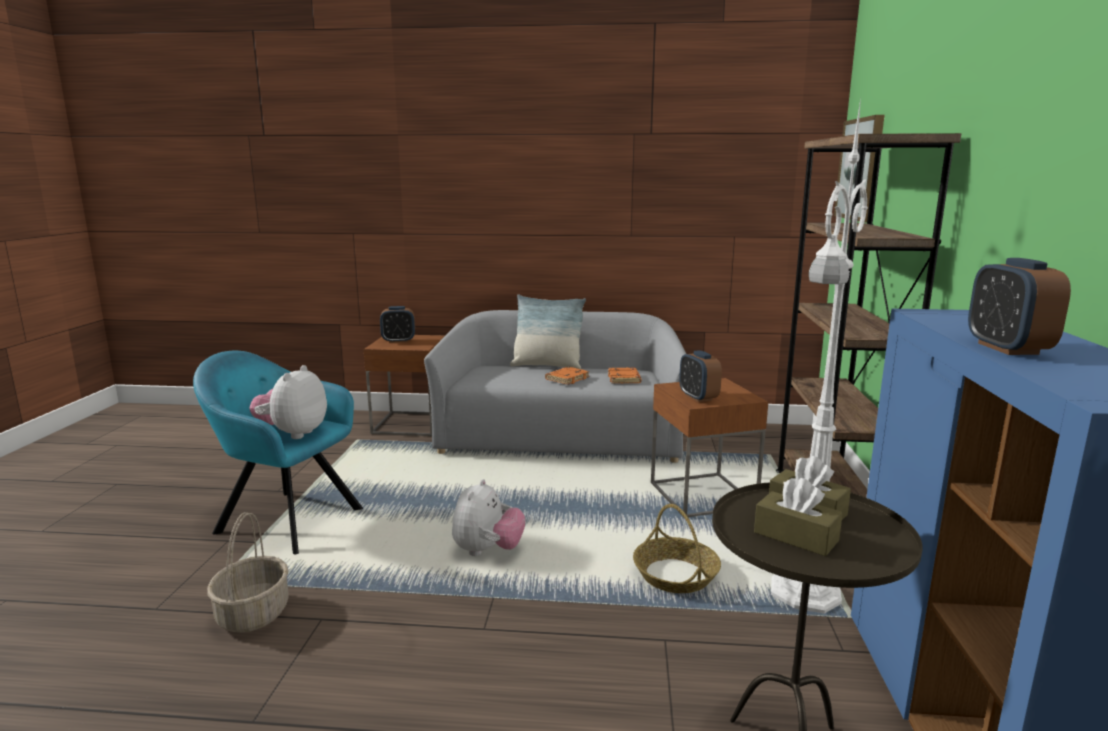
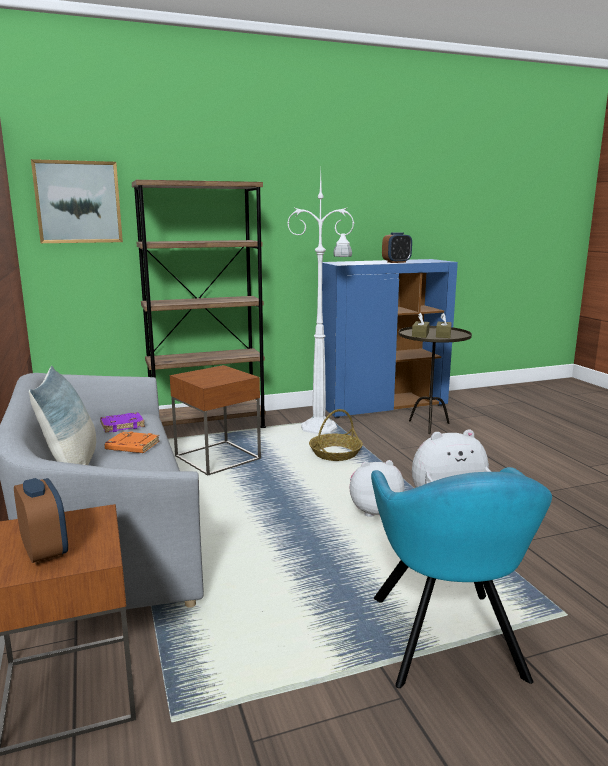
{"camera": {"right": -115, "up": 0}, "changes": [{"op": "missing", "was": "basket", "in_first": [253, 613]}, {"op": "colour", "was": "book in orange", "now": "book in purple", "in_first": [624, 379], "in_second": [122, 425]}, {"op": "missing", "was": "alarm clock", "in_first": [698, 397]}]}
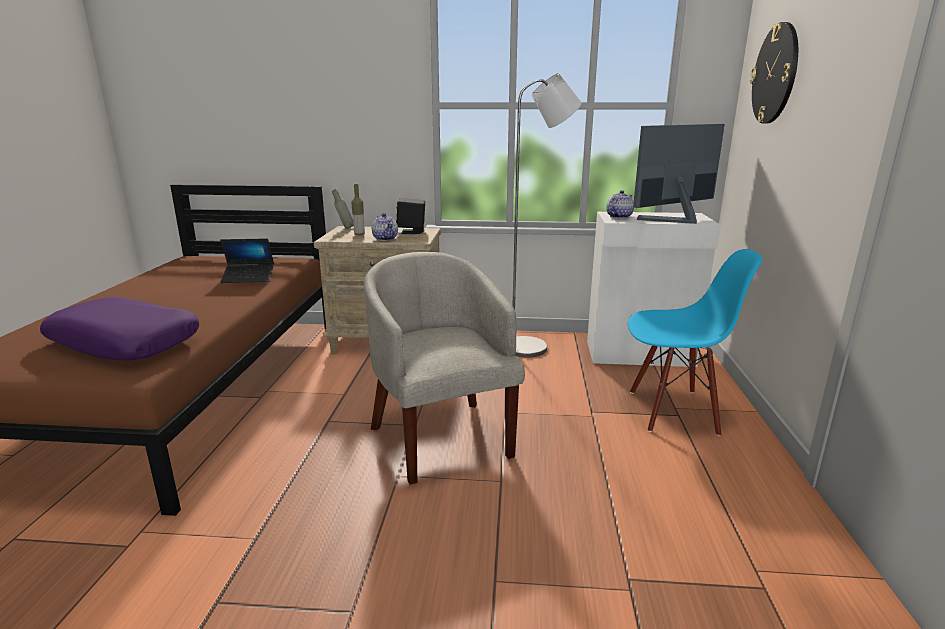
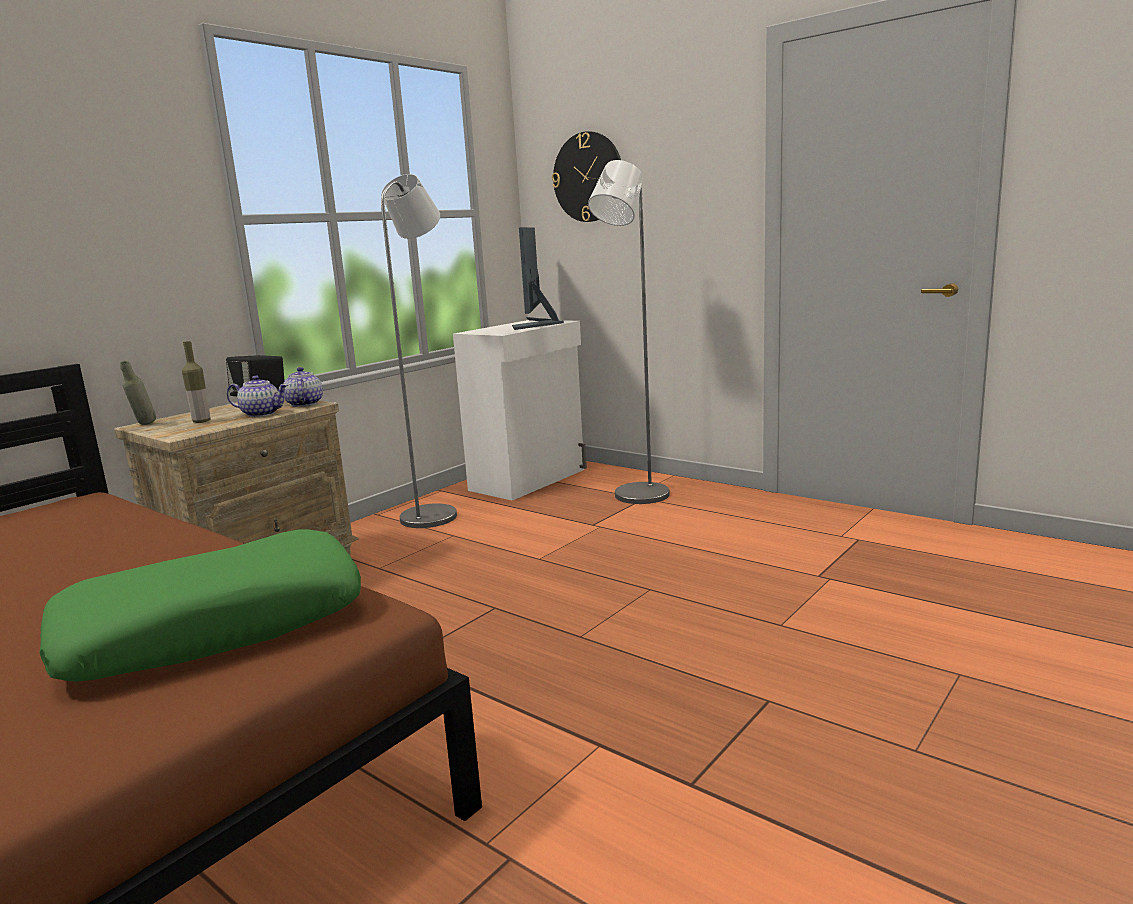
{"camera": {"right": -55, "up": -5}, "changes": [{"op": "colour", "was": "pillow in purple", "now": "pillow in green", "in_first": [125, 342], "in_second": [215, 627]}, {"op": "missing", "was": "laptop", "in_first": [248, 278]}, {"op": "missing", "was": "armchair in beige", "in_first": [440, 437]}, {"op": "relocated", "was": "teapot", "in_first": [618, 216], "in_second": [304, 404]}, {"op": "exchanged", "was": "chair in blue", "now": "floor lamp in grey", "in_first": [673, 411], "in_second": [636, 498]}]}
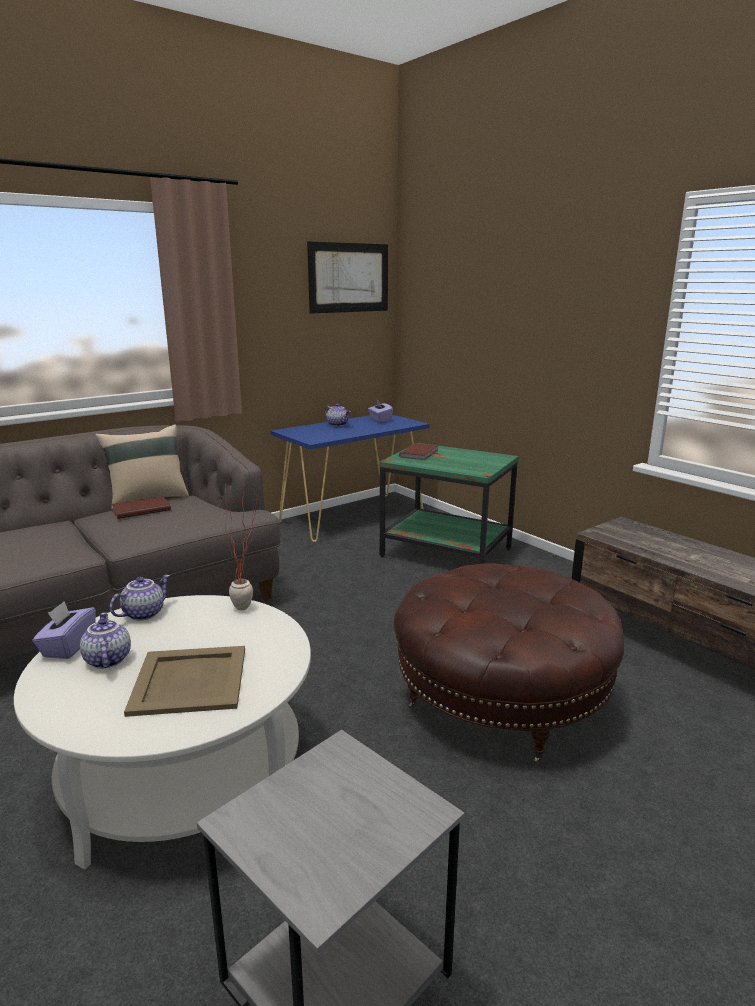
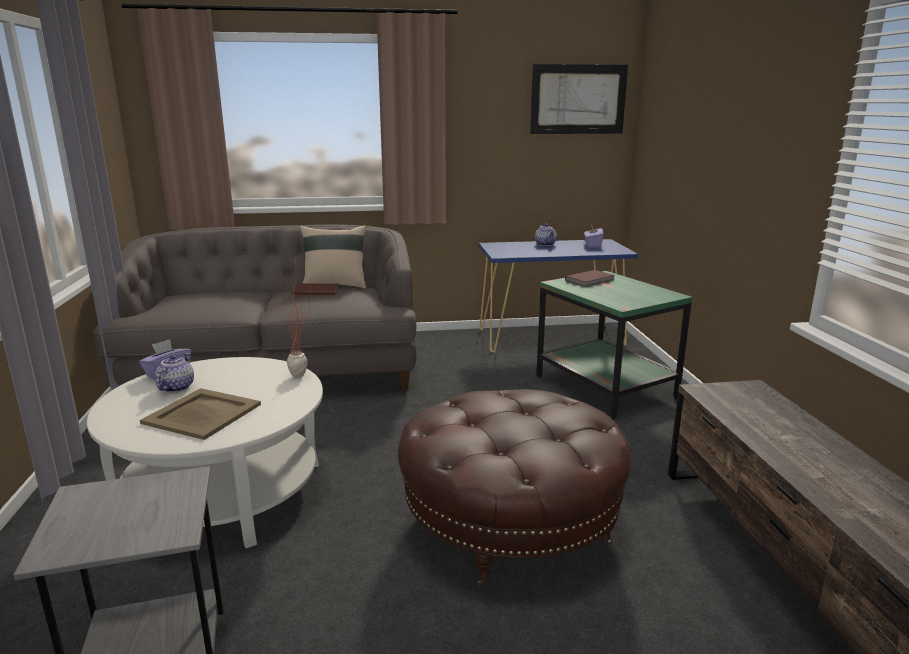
{"camera": {"right": 30, "up": 0}, "changes": [{"op": "missing", "was": "teapot", "in_first": [143, 613]}]}
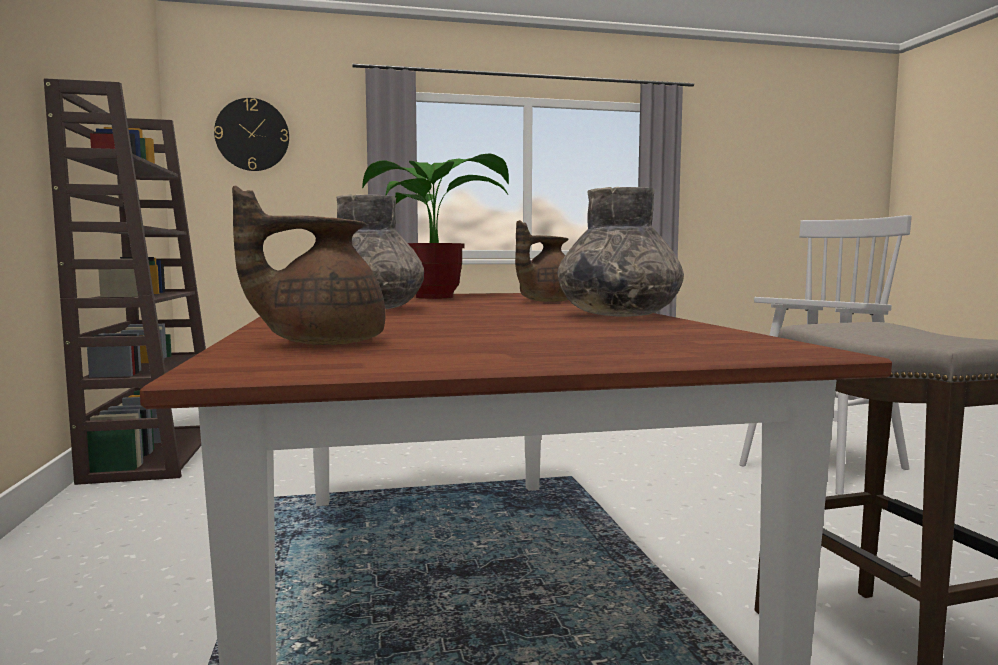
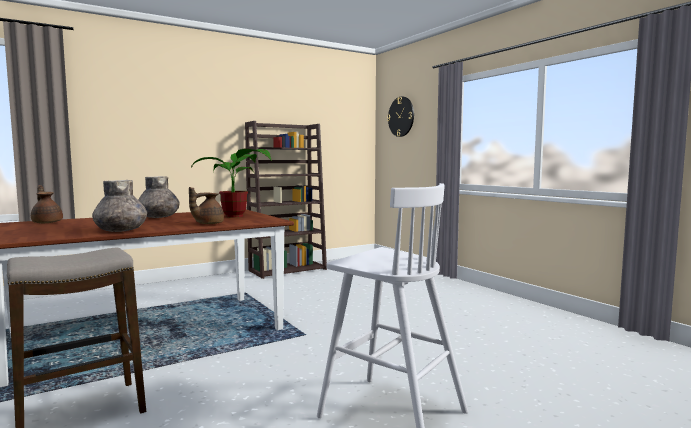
{"camera": {"right": 70, "up": 0}, "changes": [{"op": "spun", "was": "teapot in brown", "in_first": [545, 301], "in_second": [207, 224], "clockwise": -75}]}
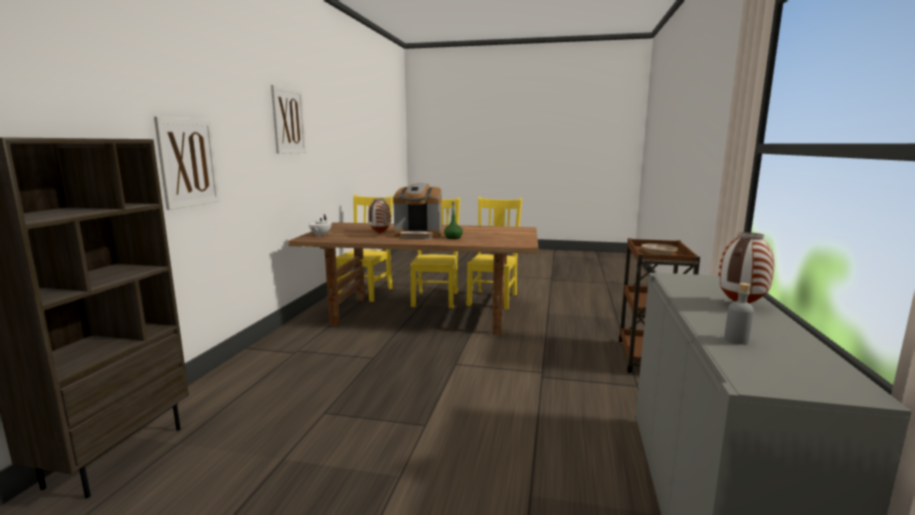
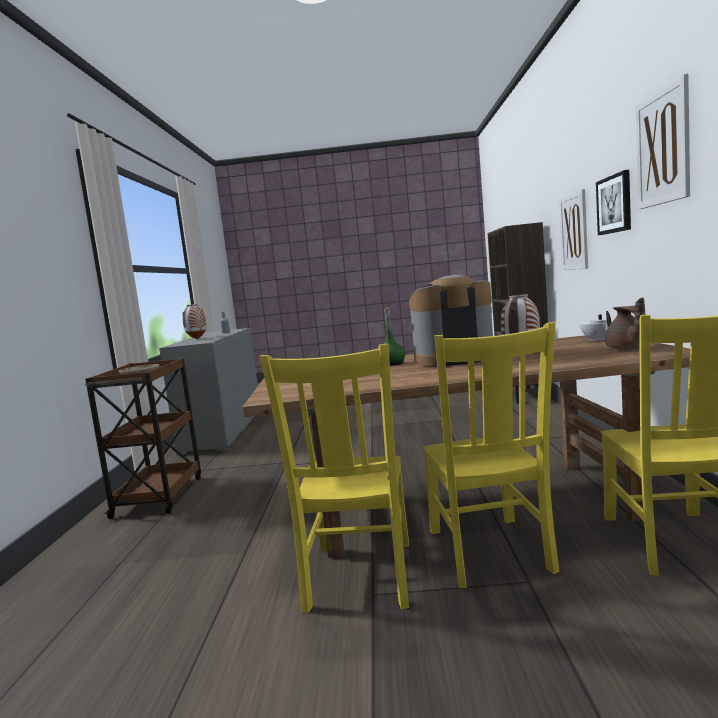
{"camera": {"right": 170, "up": -5}, "changes": [{"op": "appeared", "now": "picture", "in_second": [615, 204]}, {"op": "appeared", "now": "teapot in brown", "in_second": [627, 349]}]}
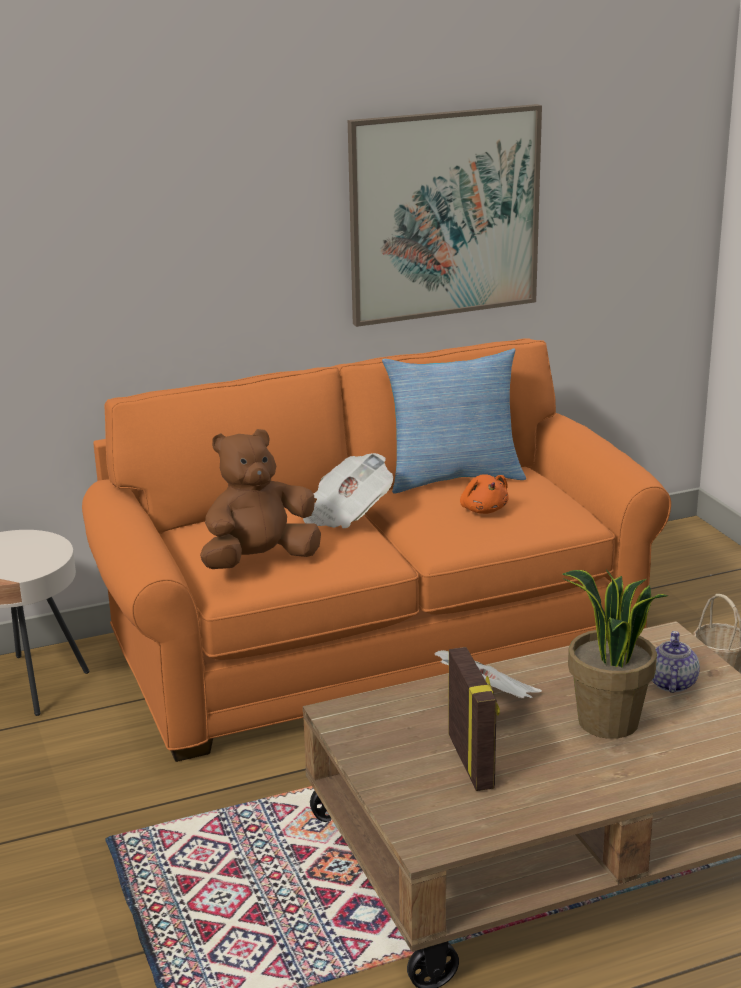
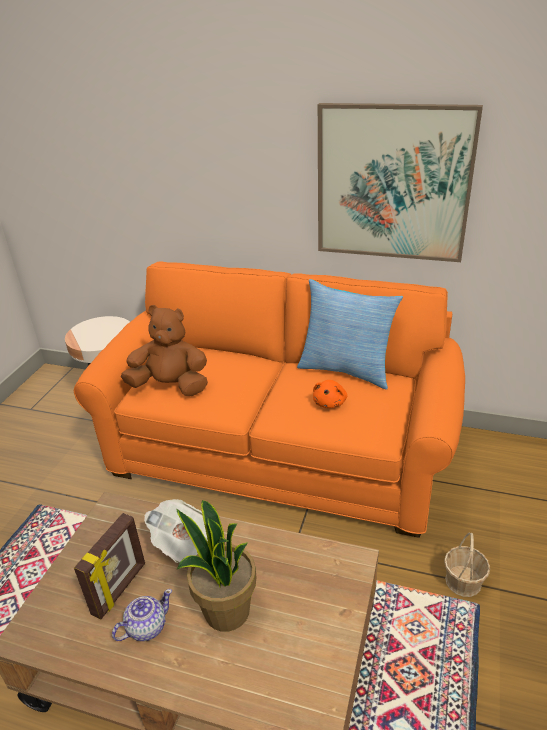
{"camera": {"right": 40, "up": 10}, "changes": [{"op": "missing", "was": "newspaper", "in_first": [347, 514]}, {"op": "relocated", "was": "teapot", "in_first": [671, 683], "in_second": [146, 627]}]}
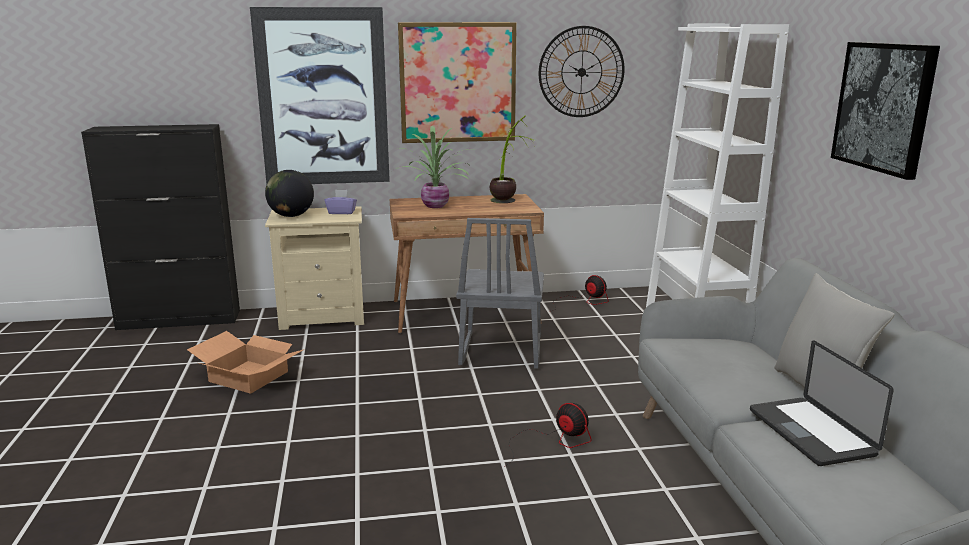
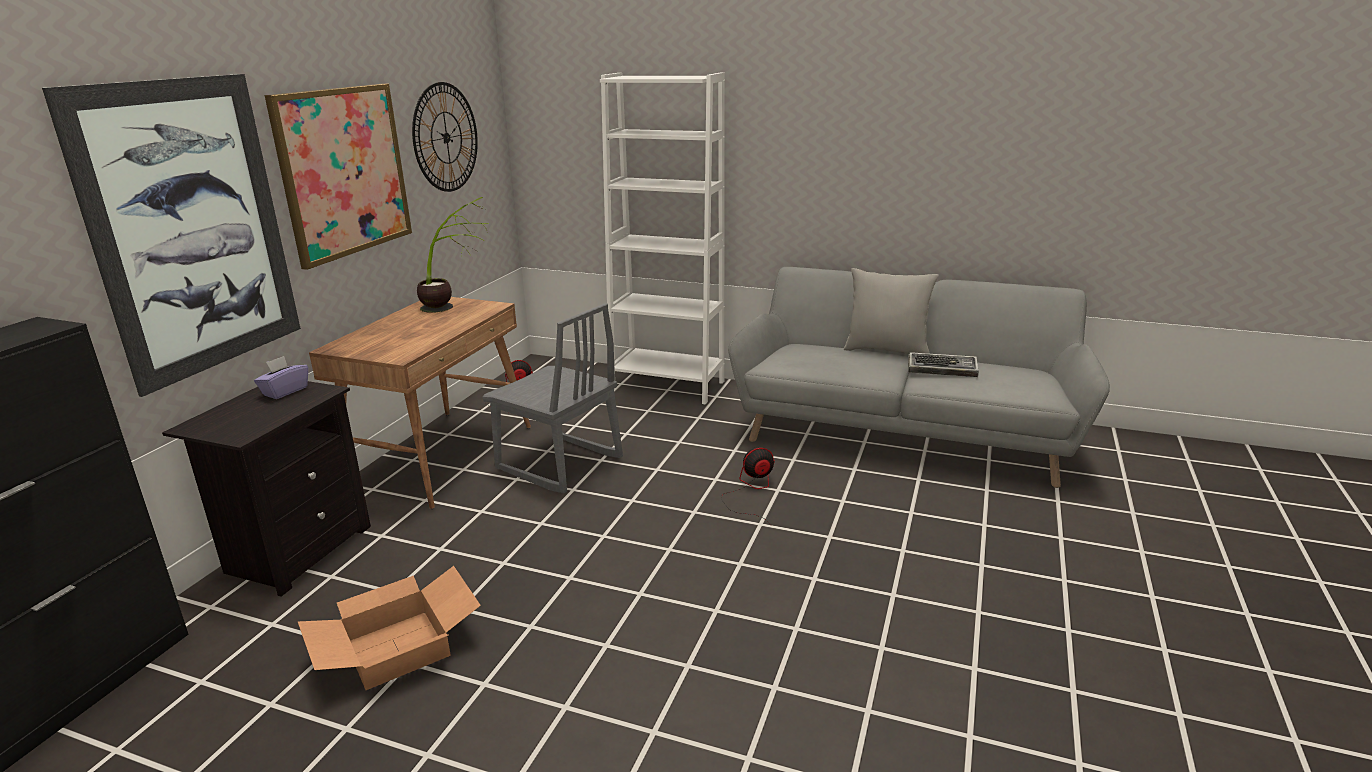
{"camera": {"right": -60, "up": 5}, "changes": [{"op": "missing", "was": "globe", "in_first": [291, 216]}, {"op": "colour", "was": "nightstand in beige", "now": "nightstand in black", "in_first": [323, 316], "in_second": [296, 550]}, {"op": "missing", "was": "potted plant", "in_first": [437, 206]}, {"op": "exchanged", "was": "laptop", "now": "keyboard", "in_first": [811, 432], "in_second": [942, 369]}, {"op": "missing", "was": "picture", "in_first": [883, 107]}]}
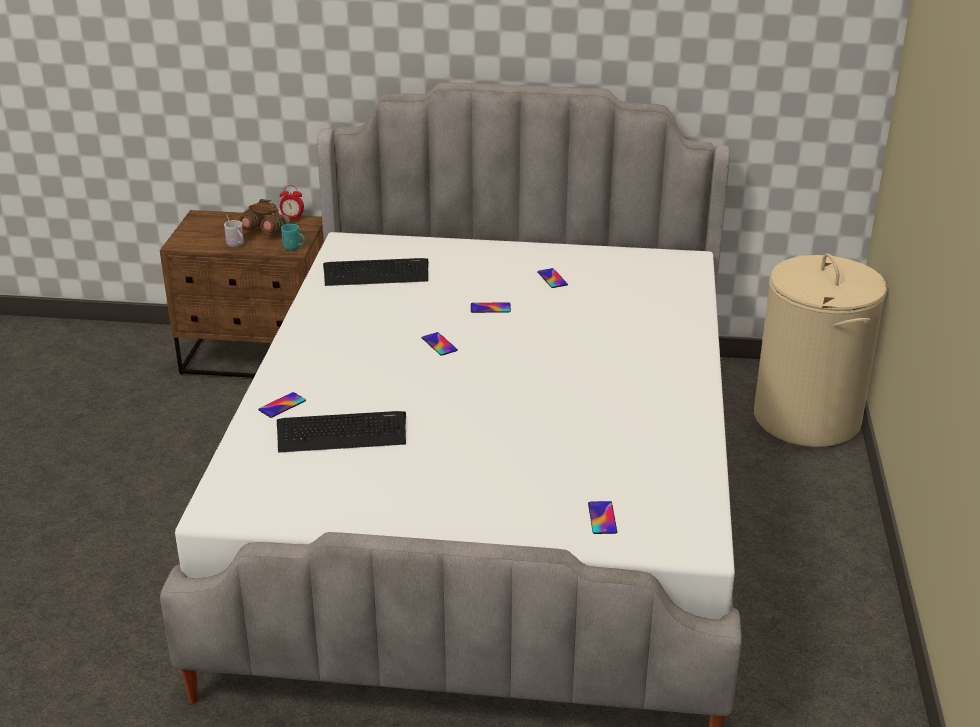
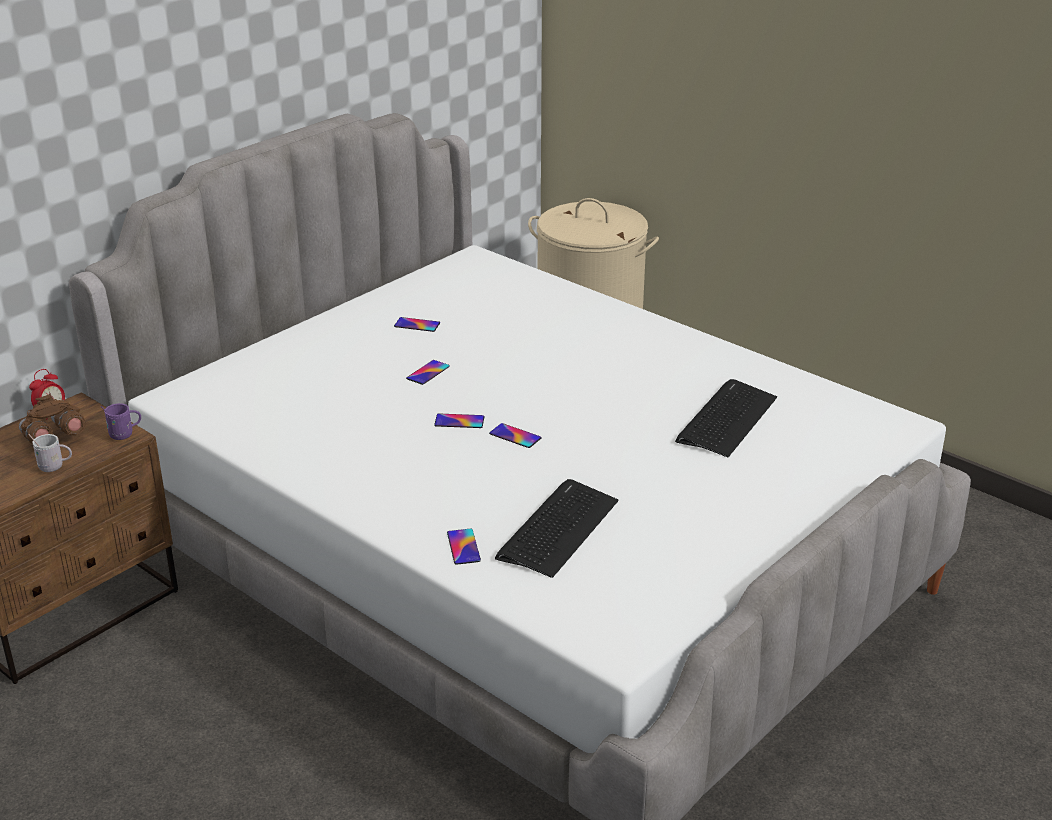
{"camera": {"right": -55, "up": 0}, "changes": [{"op": "colour", "was": "mug in turquoise", "now": "mug in purple", "in_first": [294, 248], "in_second": [125, 434]}, {"op": "relocated", "was": "keyboard", "in_first": [376, 273], "in_second": [726, 419]}, {"op": "relocated", "was": "phone", "in_first": [602, 518], "in_second": [515, 436]}]}
